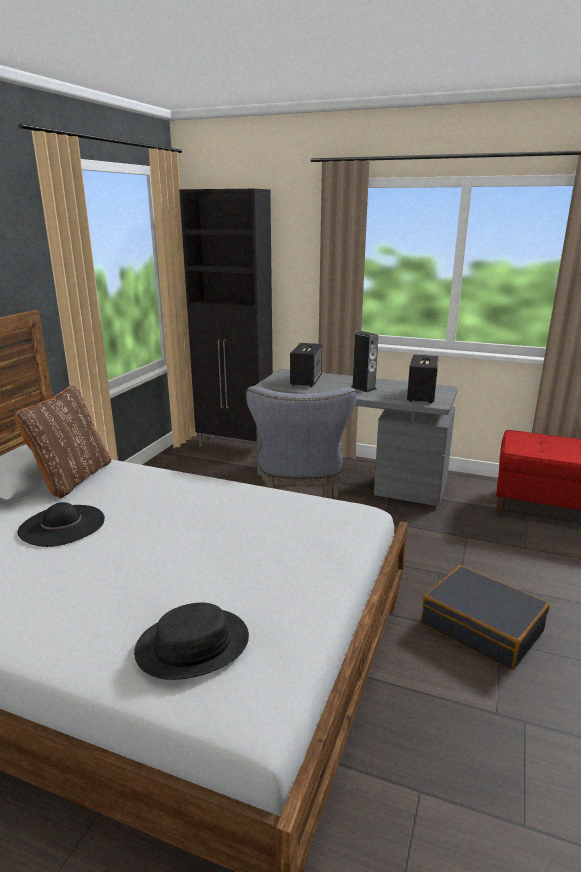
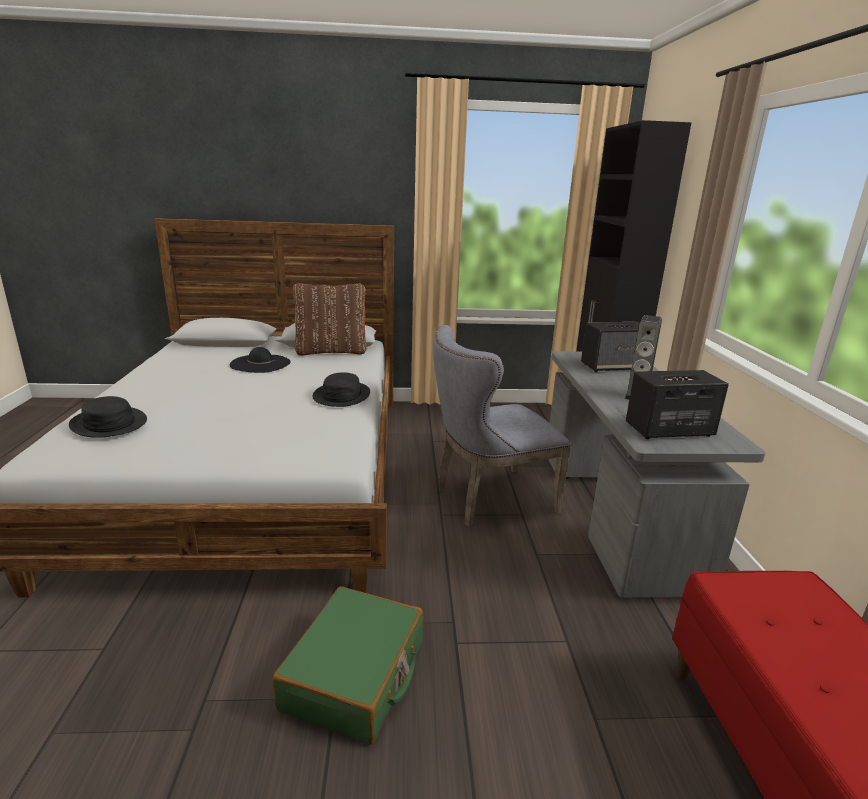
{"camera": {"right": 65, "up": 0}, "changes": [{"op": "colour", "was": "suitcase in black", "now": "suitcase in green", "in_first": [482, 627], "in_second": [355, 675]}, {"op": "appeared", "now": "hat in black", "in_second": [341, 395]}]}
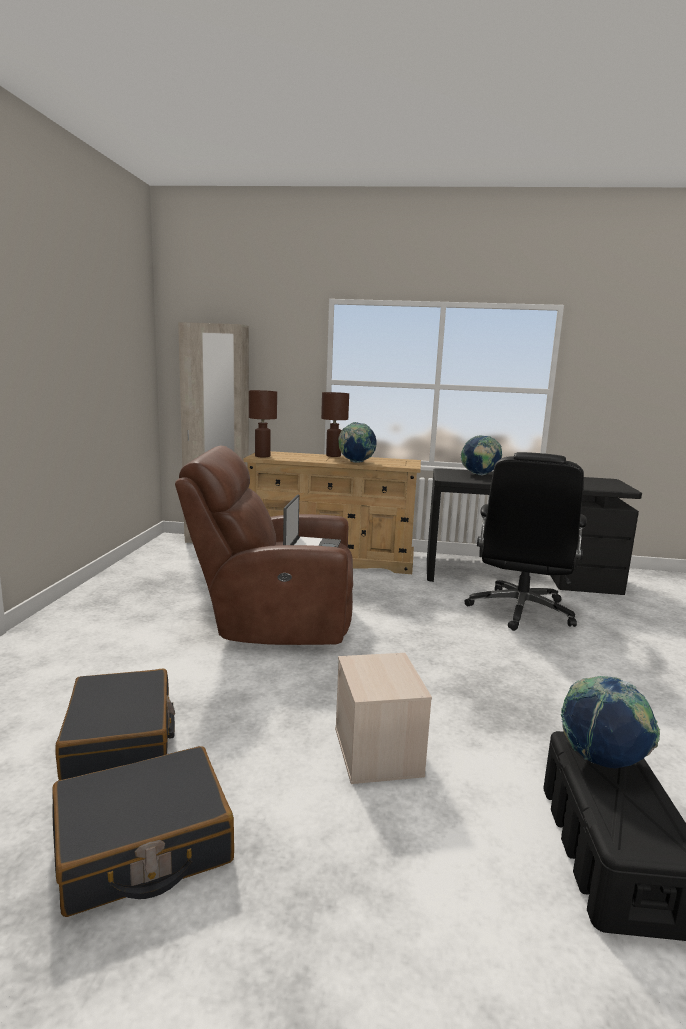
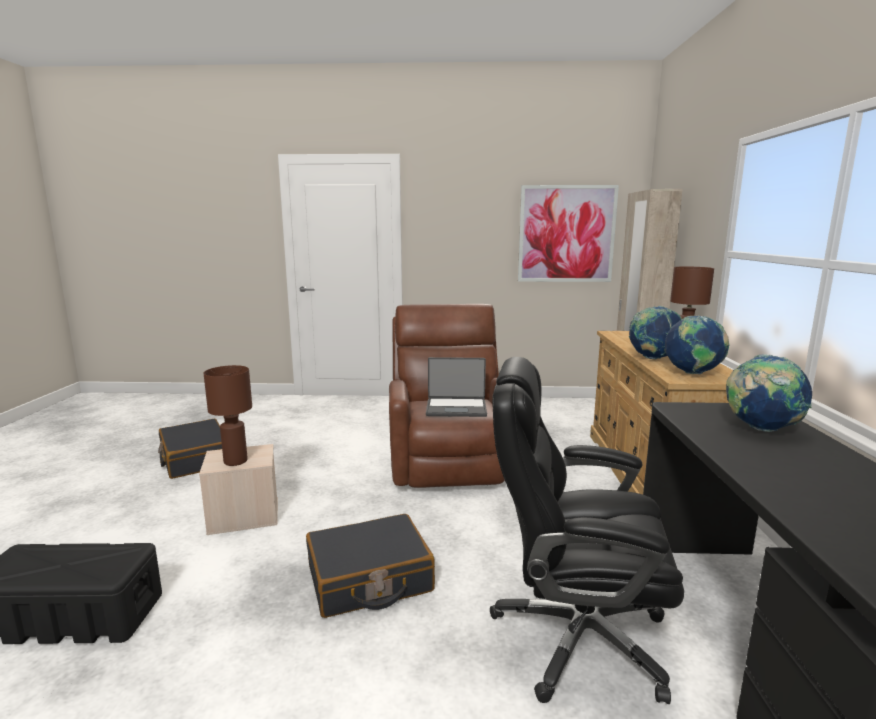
{"camera": {"right": 85, "up": 0}, "changes": [{"op": "relocated", "was": "suitcase in black", "in_first": [121, 740], "in_second": [369, 579]}, {"op": "relocated", "was": "table lamp in brown", "in_first": [263, 456], "in_second": [235, 462]}, {"op": "relocated", "was": "globe", "in_first": [601, 761], "in_second": [692, 374]}, {"op": "appeared", "now": "picture", "in_second": [566, 234]}]}
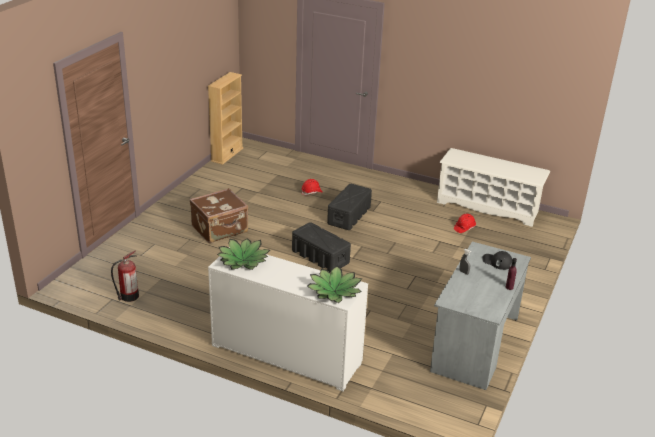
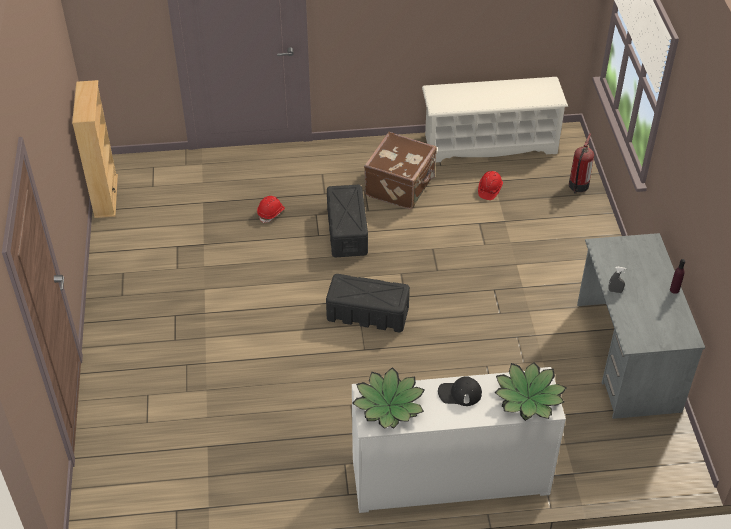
{"camera": {"right": -30, "up": 15}, "changes": [{"op": "relocated", "was": "fire extinguisher", "in_first": [128, 296], "in_second": [578, 186]}, {"op": "relocated", "was": "suitcase in brown", "in_first": [220, 229], "in_second": [401, 186]}, {"op": "relocated", "was": "cap in black", "in_first": [497, 262], "in_second": [459, 393]}]}
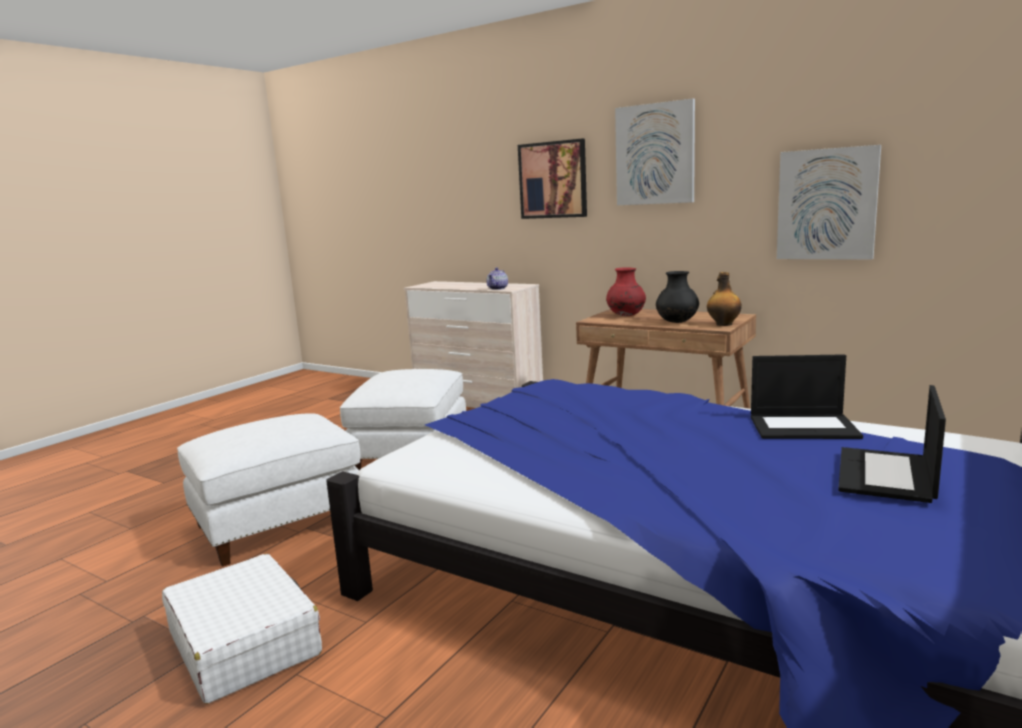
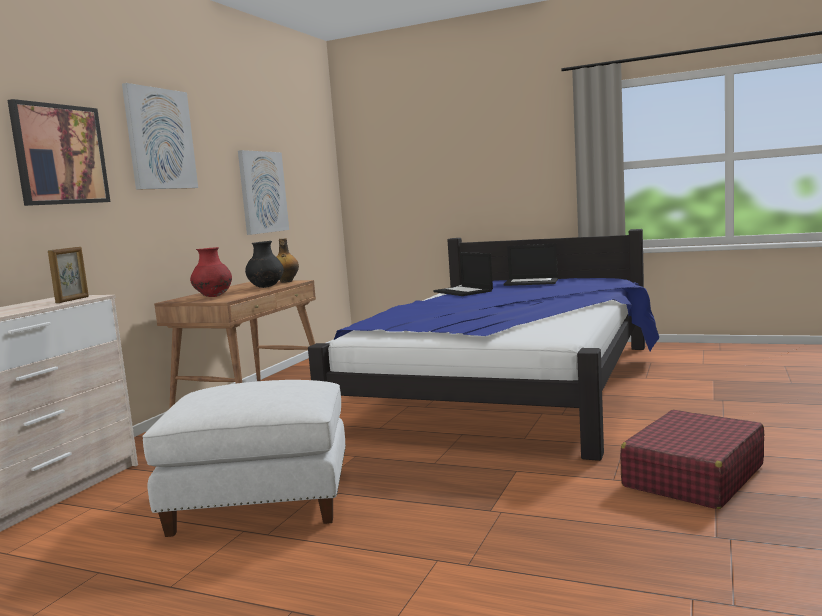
{"camera": {"right": -100, "up": -5}, "changes": [{"op": "colour", "was": "suitcase in white", "now": "suitcase in red", "in_first": [244, 643], "in_second": [692, 476]}, {"op": "missing", "was": "ottoman in white", "in_first": [279, 523]}, {"op": "exchanged", "was": "teapot", "now": "picture frame", "in_first": [498, 288], "in_second": [73, 300]}, {"op": "spun", "was": "laptop", "in_first": [804, 427], "in_second": [463, 291], "clockwise": 150}]}
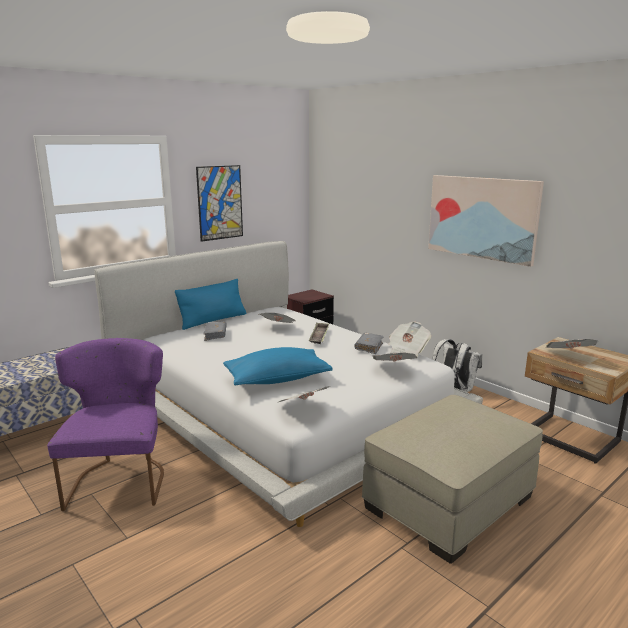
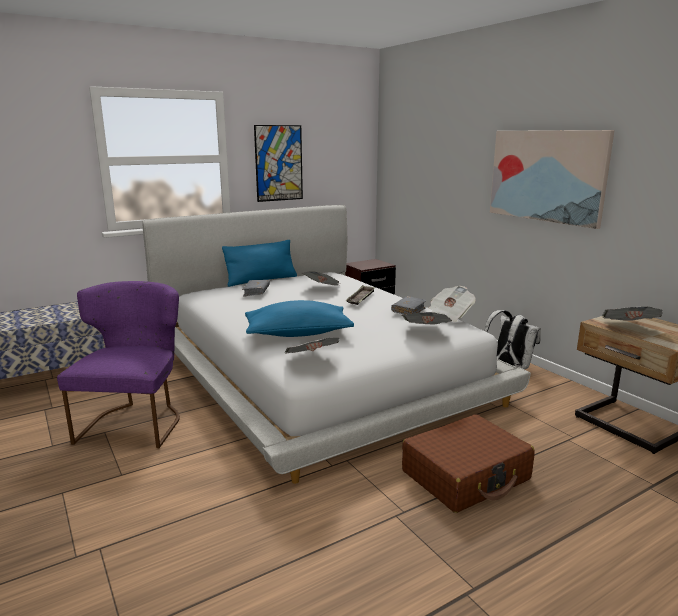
{"camera": {"right": 10, "up": 0}, "changes": [{"op": "exchanged", "was": "ottoman in beige", "now": "suitcase in brown", "in_first": [450, 501], "in_second": [466, 476]}]}
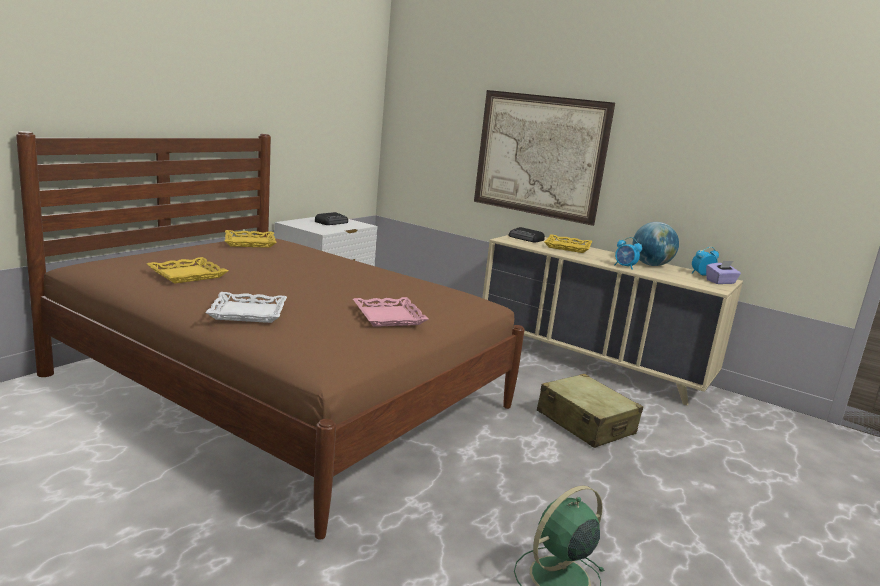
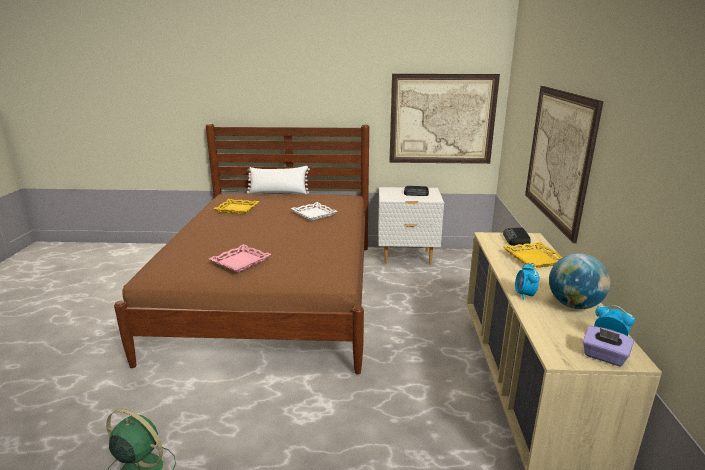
{"camera": {"right": 60, "up": 5}, "changes": [{"op": "relocated", "was": "tray in white", "in_first": [247, 313], "in_second": [313, 214]}, {"op": "missing", "was": "tray in yellow", "in_first": [250, 243]}, {"op": "missing", "was": "suitcase in beige", "in_first": [585, 423]}, {"op": "appeared", "now": "pillow in white", "in_second": [278, 193]}, {"op": "appeared", "now": "picture", "in_second": [442, 119]}]}
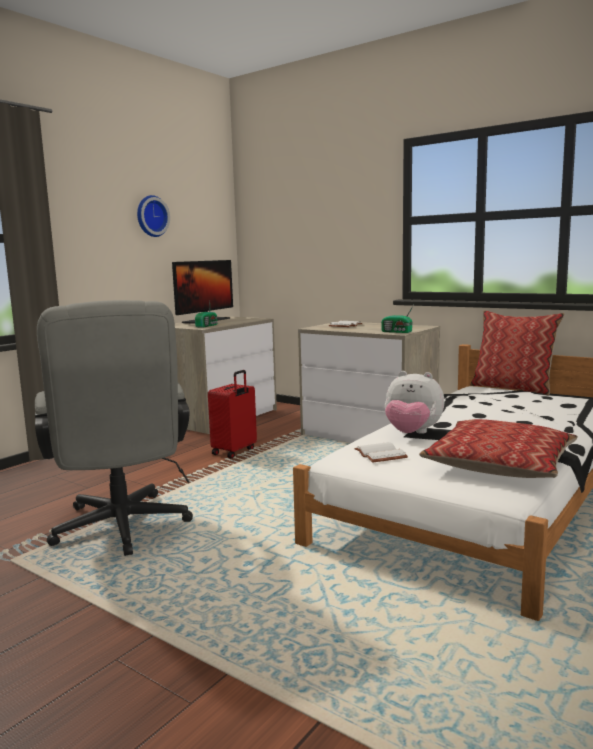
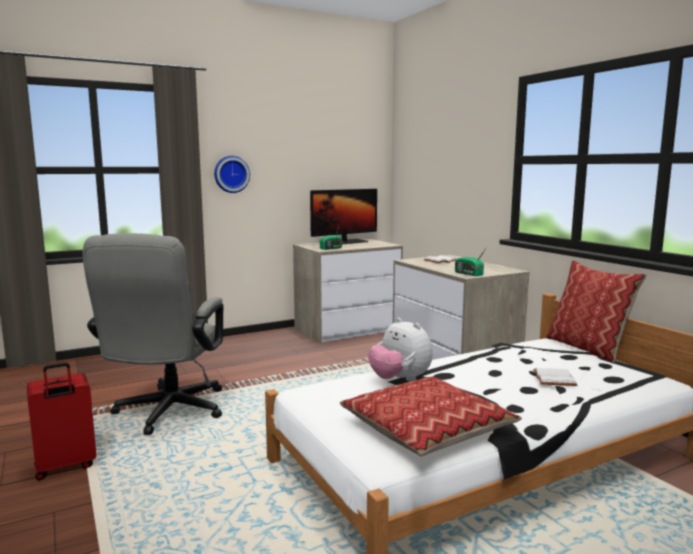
{"camera": {"right": 25, "up": 0}, "changes": [{"op": "relocated", "was": "wall clock", "in_first": [151, 216], "in_second": [231, 174]}, {"op": "relocated", "was": "suitcase in red", "in_first": [235, 451], "in_second": [65, 467]}, {"op": "relocated", "was": "book in white", "in_first": [378, 454], "in_second": [552, 378]}]}
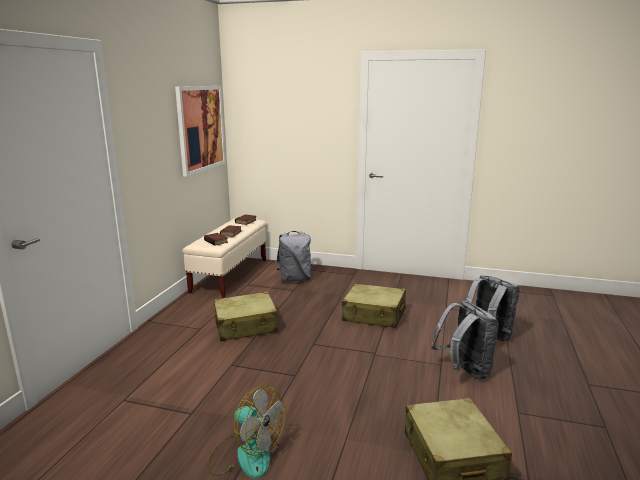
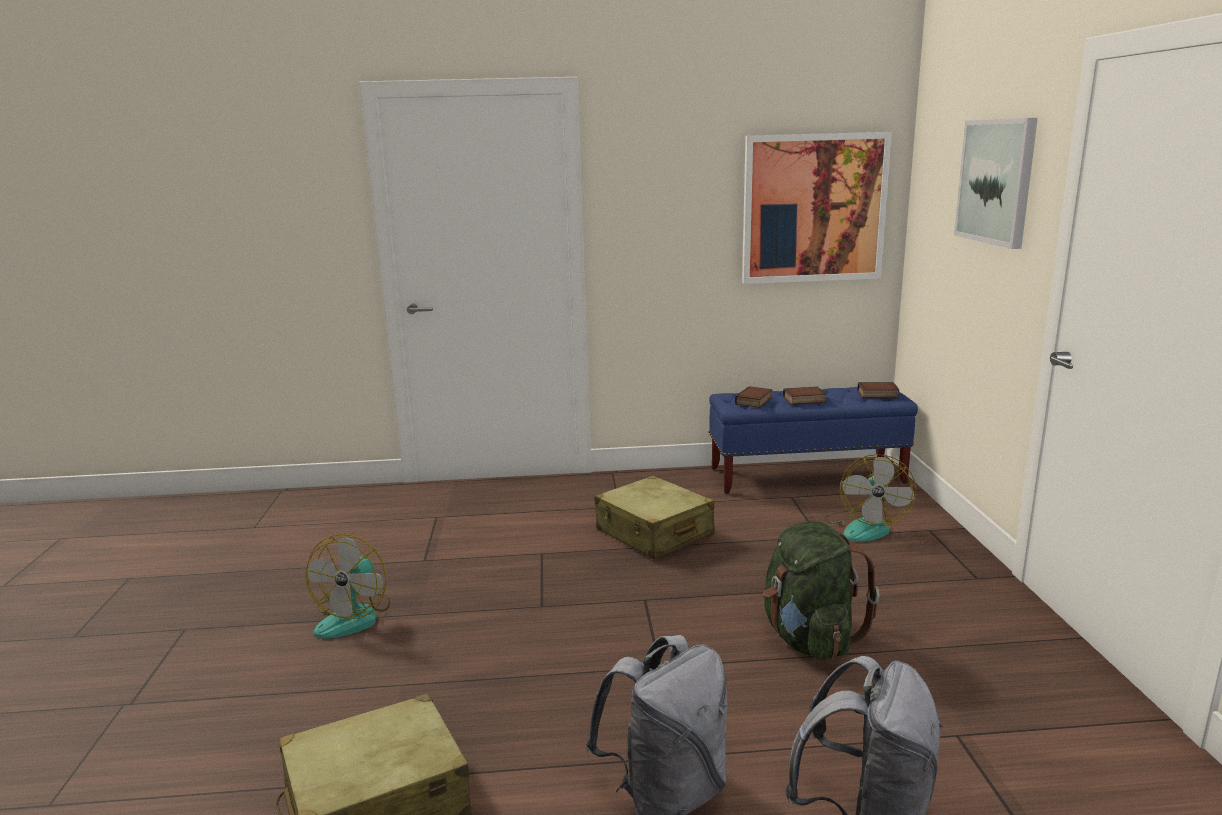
{"camera": {"right": 70, "up": 0}, "changes": [{"op": "colour", "was": "bench in beige", "now": "bench in blue", "in_first": [230, 276], "in_second": [807, 476]}, {"op": "exchanged", "was": "backpack in grey", "now": "fan", "in_first": [294, 279], "in_second": [865, 527]}, {"op": "exchanged", "was": "suitcase in beige", "now": "backpack in green", "in_first": [374, 315], "in_second": [809, 639]}, {"op": "appeared", "now": "picture", "in_second": [996, 181]}]}
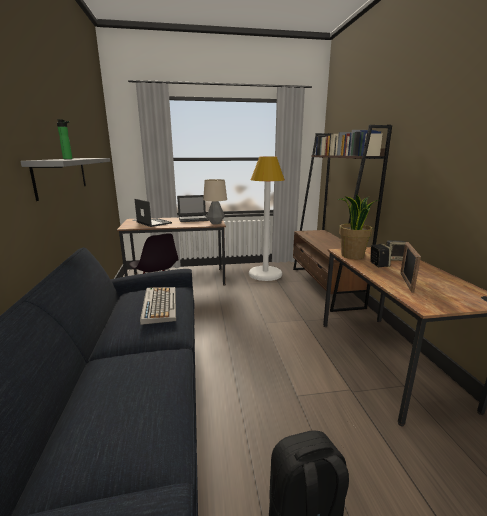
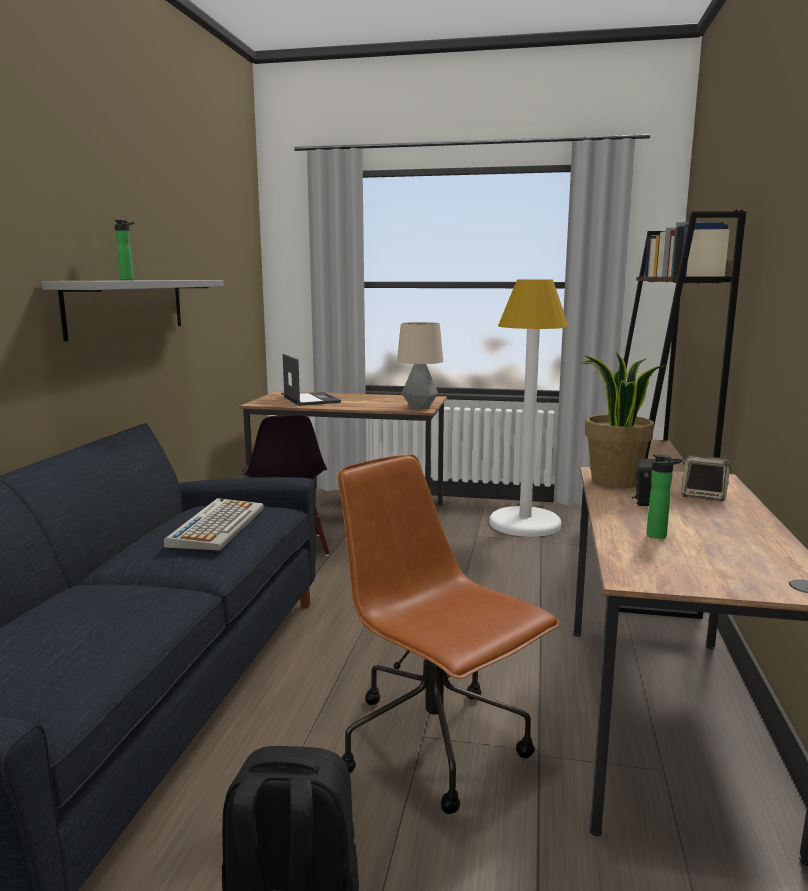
{"camera": {"right": 20, "up": -5}, "changes": [{"op": "missing", "was": "laptop", "in_first": [193, 219]}, {"op": "exchanged", "was": "picture frame", "now": "bottle", "in_first": [406, 282], "in_second": [659, 536]}, {"op": "appeared", "now": "office chair in brown", "in_second": [436, 745]}]}
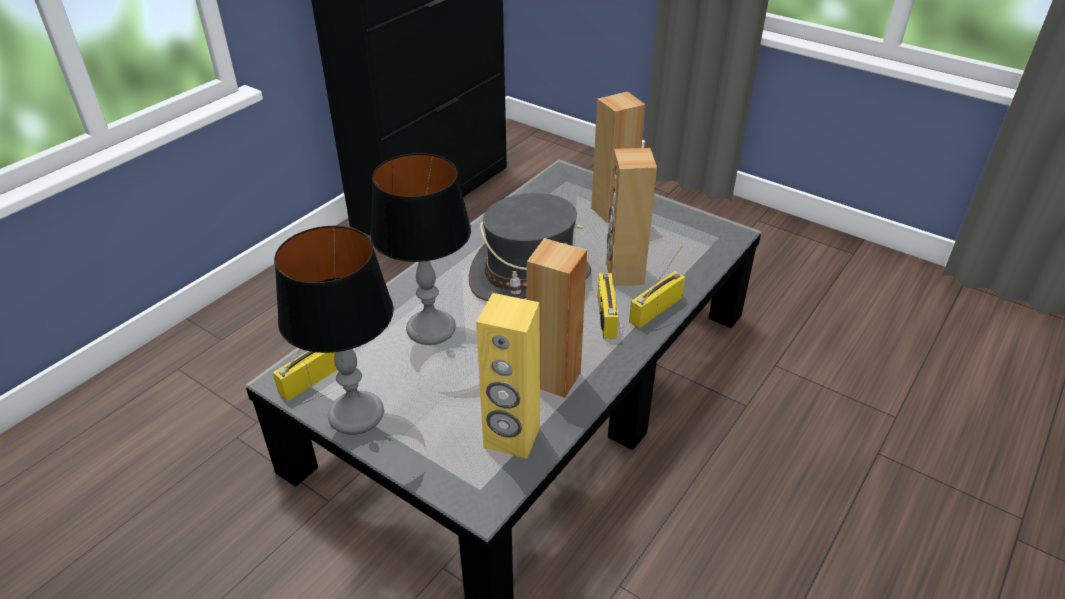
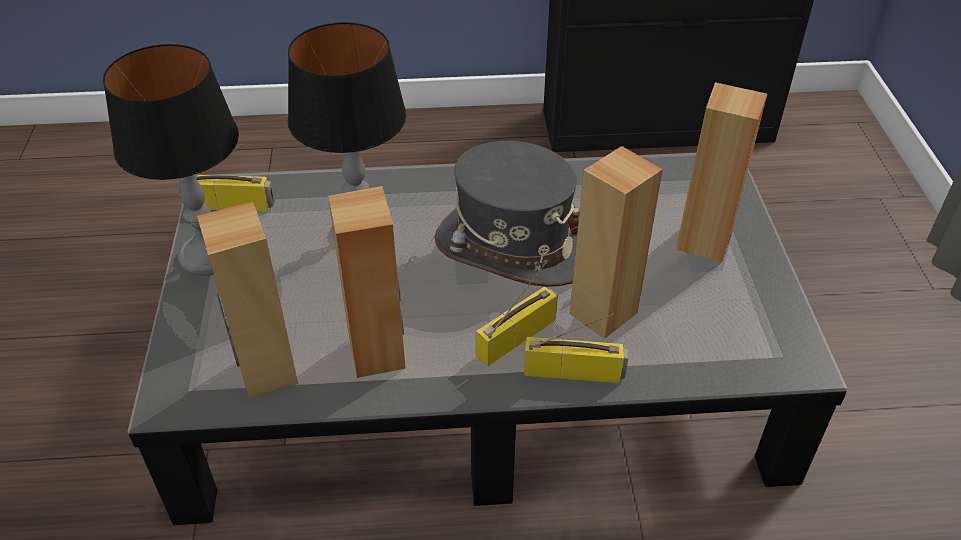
{"camera": {"right": 50, "up": 5}, "changes": [{"op": "colour", "was": "speaker in yellow", "now": "speaker in brown", "in_first": [511, 438], "in_second": [266, 371]}]}
